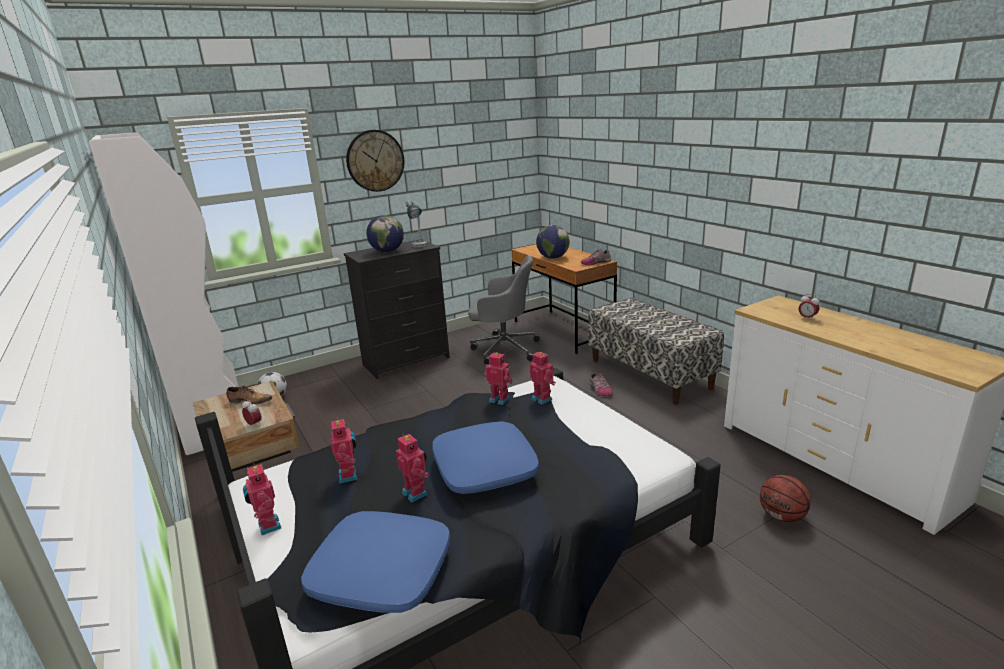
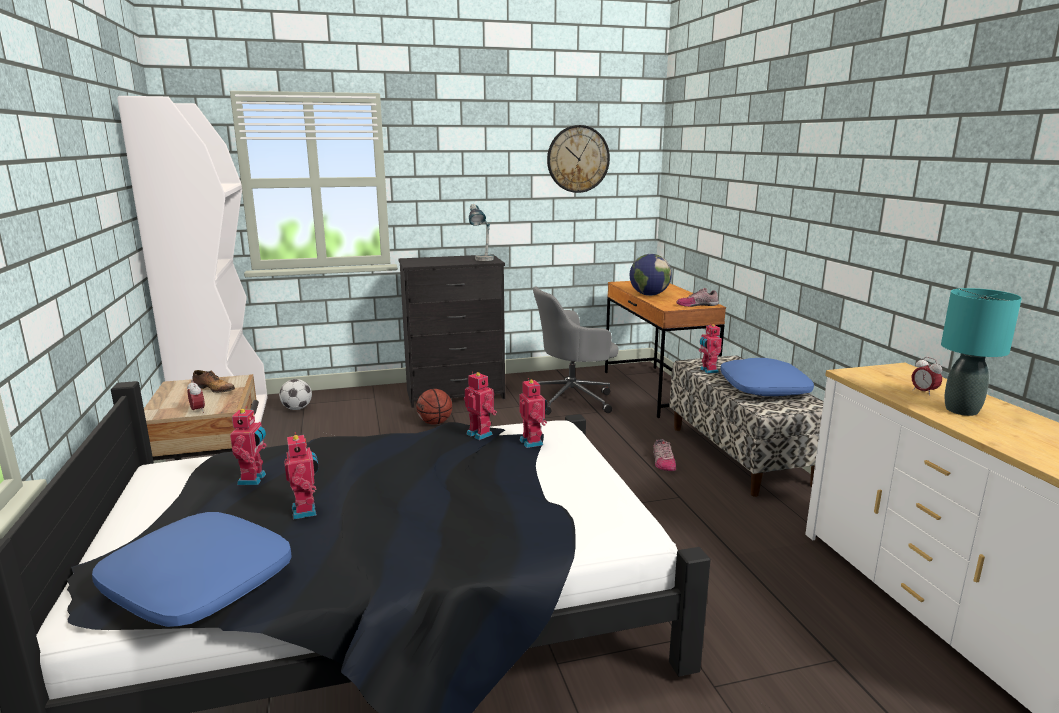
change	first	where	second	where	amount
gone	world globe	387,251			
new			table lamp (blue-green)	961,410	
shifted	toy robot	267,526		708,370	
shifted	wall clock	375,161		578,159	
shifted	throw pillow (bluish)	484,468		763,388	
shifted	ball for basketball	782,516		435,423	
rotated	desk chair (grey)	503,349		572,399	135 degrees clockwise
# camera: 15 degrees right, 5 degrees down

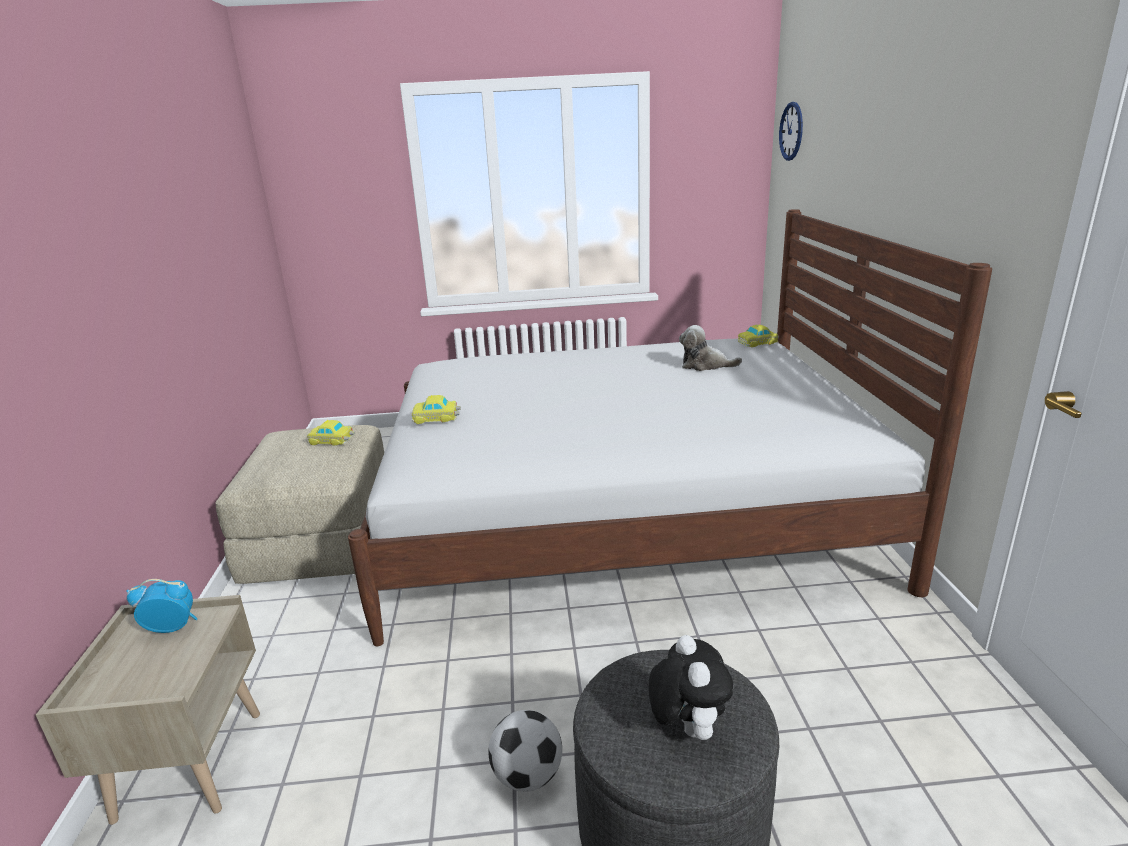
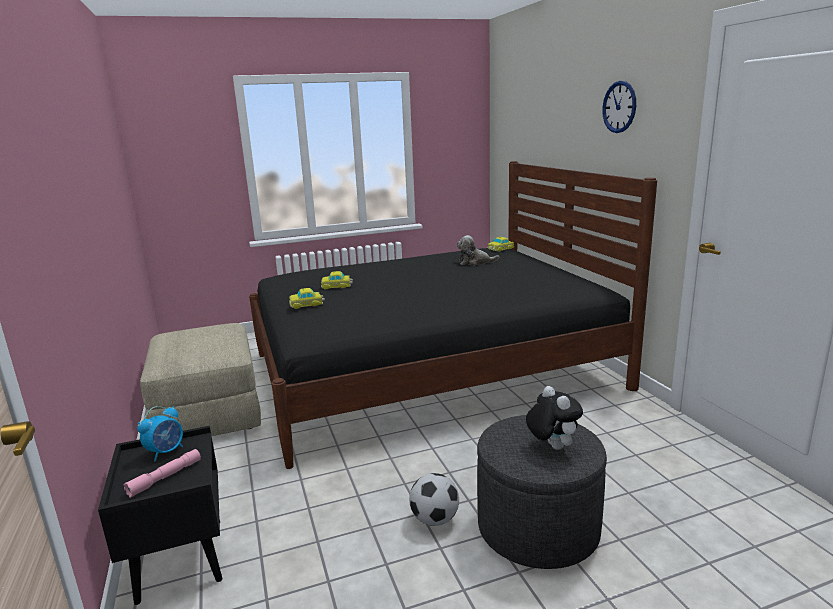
change	first	where	second	where	amount
new			torch (pink)	165,477	
shifted	miniature car	332,440		337,286	
shifted	wall clock	791,131		619,107	
repainted	nightstand (beige-coloured)	189,763	nightstand (black)	179,559	
repainted	bedroom bed (white)	621,515	bedroom bed (black)	429,371	
rotated	table clock	172,628		166,451	150 degrees clockwise
# camera: 15 degrees left, 5 degrees down

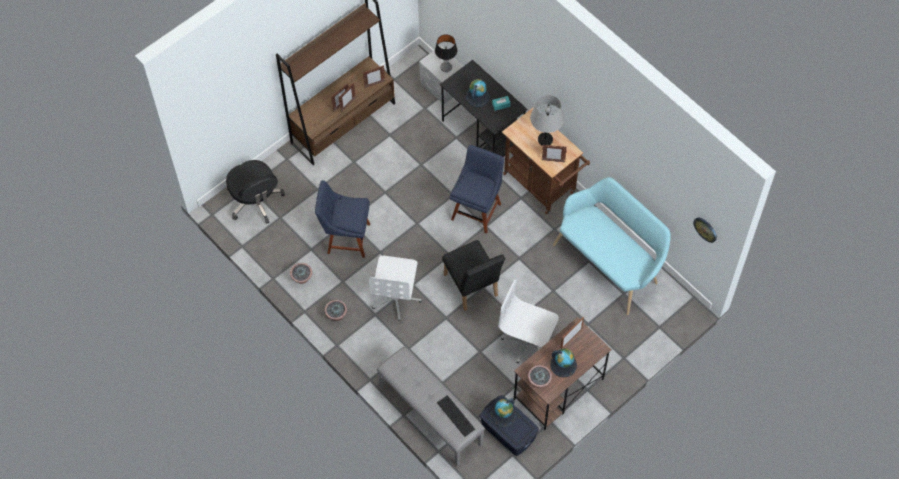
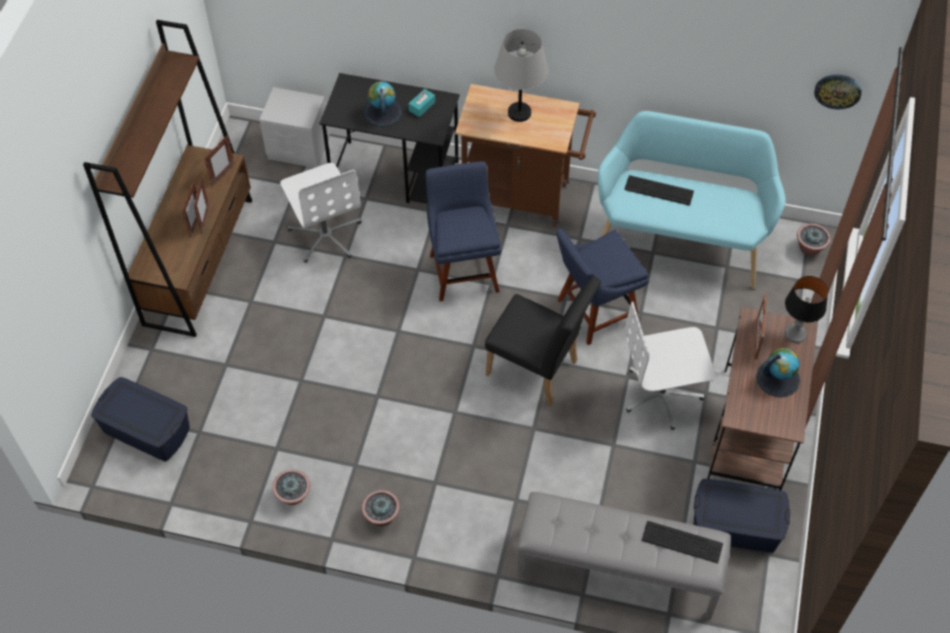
change	first	where	second	where	amount
gone	world globe	503,415			
gone	picture frame	553,161			
new			computer keyboard	659,190	
shifted	chair (bluish)	346,238		594,312	
shifted	desk chair (white)	396,298		326,235	
shifted	table lamp	446,67		795,334	
shifted	plant in a pot	539,381		809,248	
swapped	desk chair (black)	255,201	storage bin (bluish)	146,430	
# camera: 35 degrees left, 5 degrees down

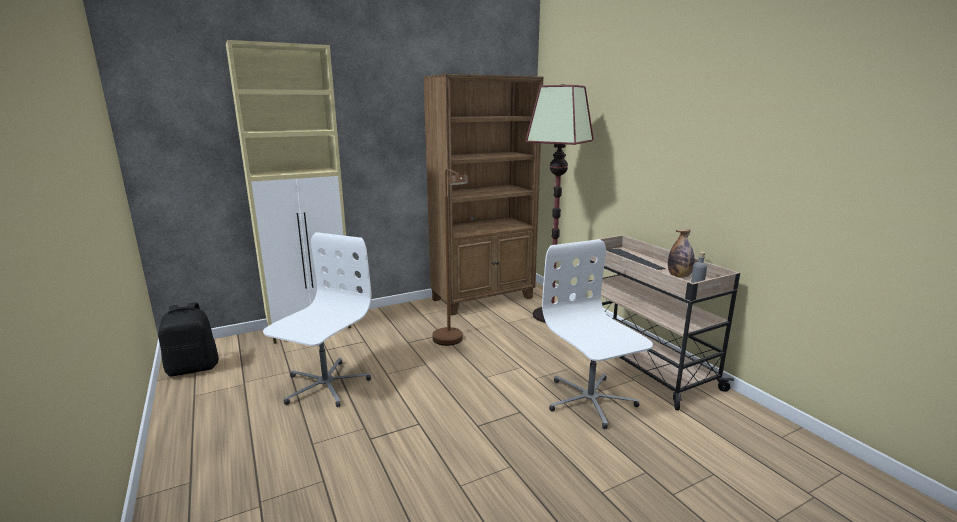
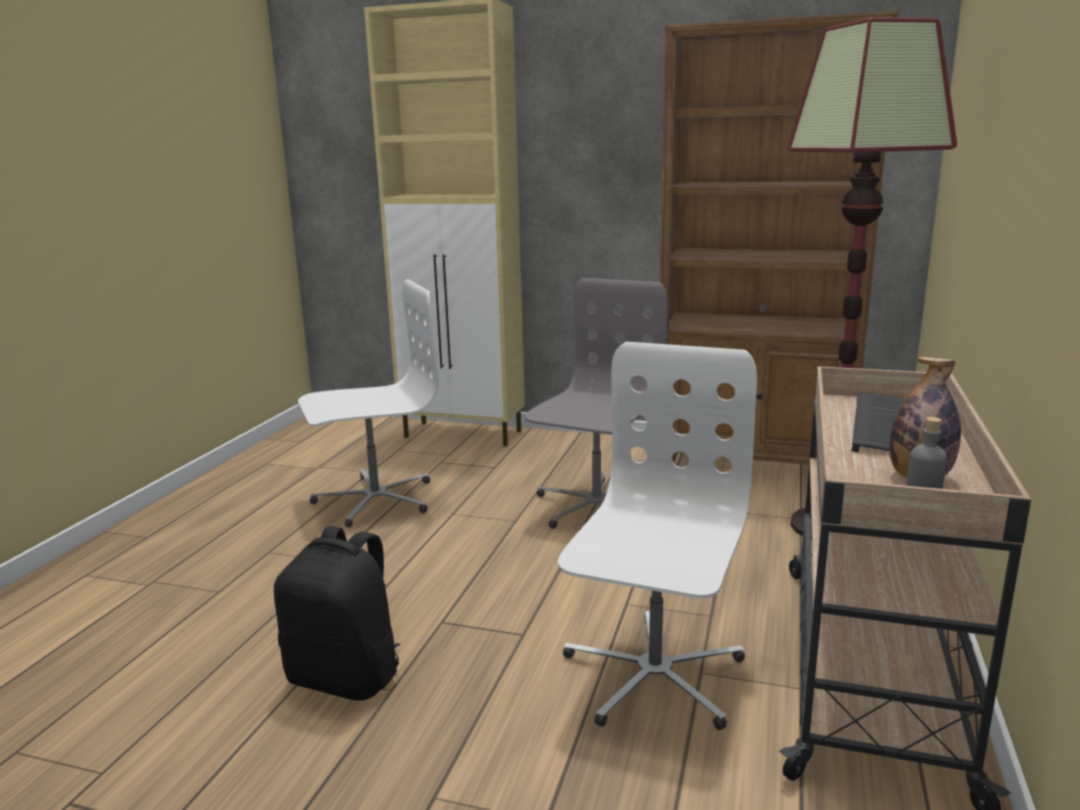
change	first	where	second	where	amount
shifted	backpack (black)	193,368		347,677	
swapped	standard lamp (brownish)	451,342	desk chair (grey)	595,507	
# camera: 45 degrees right, 0 degrees up

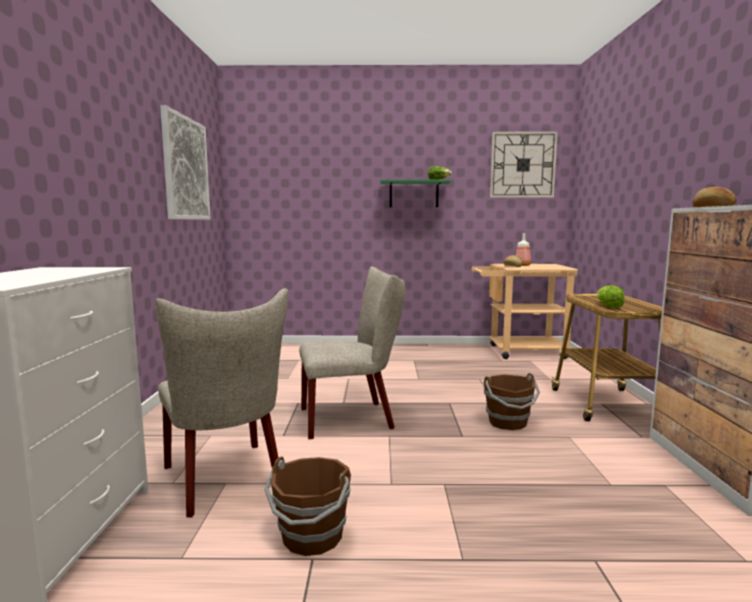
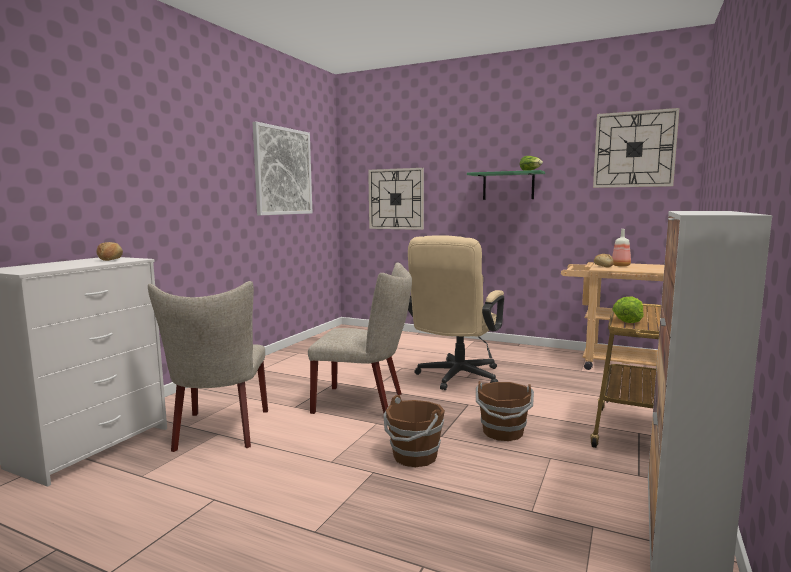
change	first	where	second	where	amount
new			wall clock	396,199	
new			desk chair (beige-coloured)	455,378	
shifted	water bucket (brownish)	312,537		414,456	
shifted	baked bread	713,207		110,260	
# camera: 25 degrees right, 0 degrees up

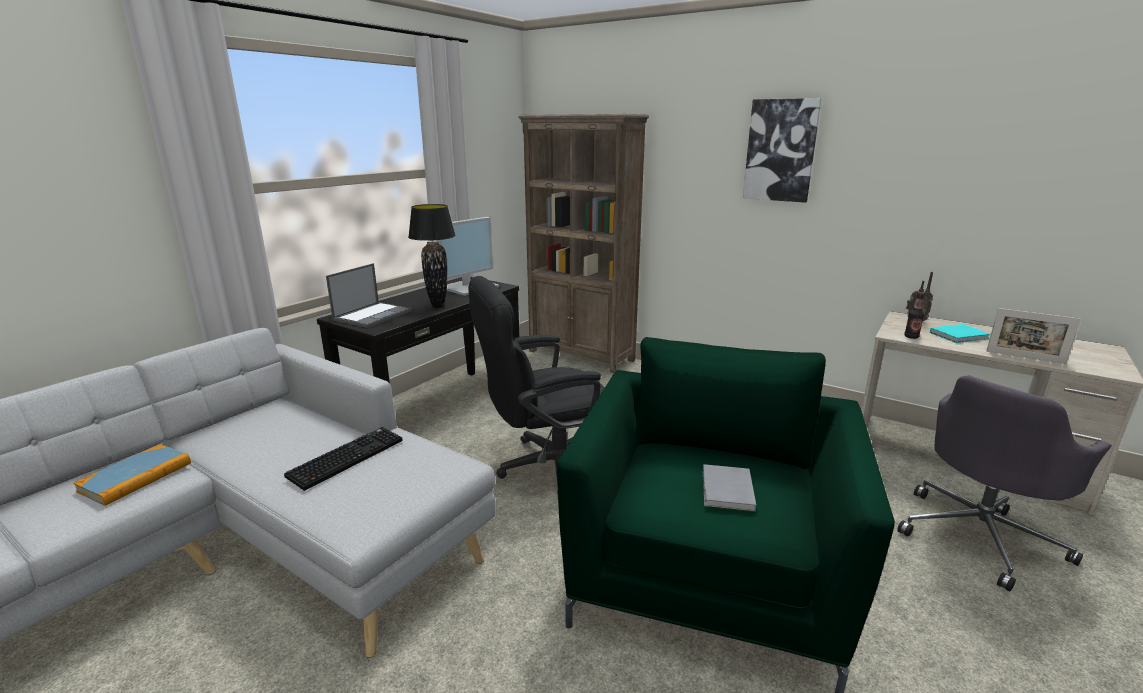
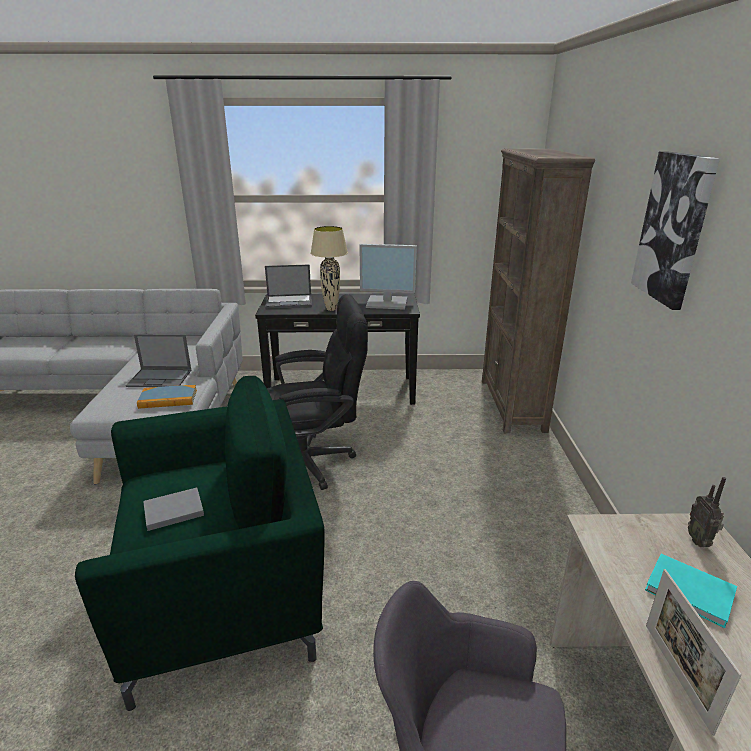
change	first	where	second	where	amount
gone	bottle	911,337			
shifted	bound book	136,477		168,399	
swapped	computer keyboard	347,457	portable computer	160,378	
repainted	table lamp (black)	437,306	table lamp (beige-coloured)	331,309	
rotated	desk chair (black)	546,467		314,461	135 degrees clockwise
# camera: 55 degrees right, 5 degrees up

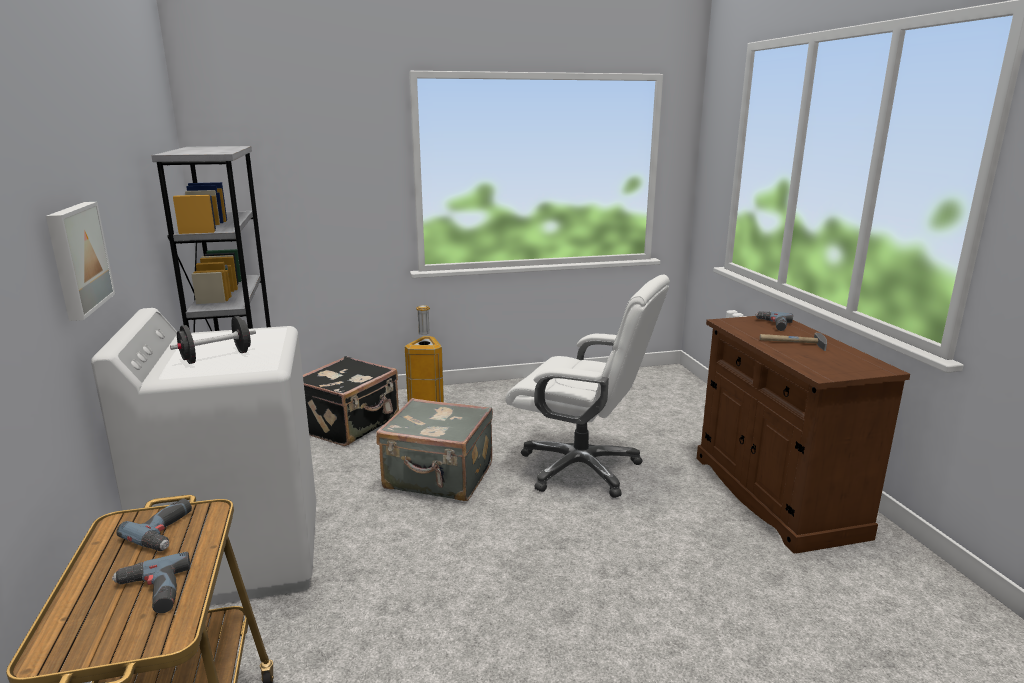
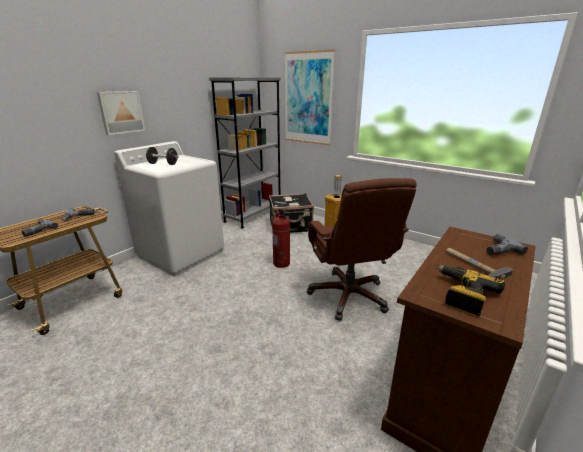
change	first	where	second	where	amount
new			wall art	308,98	
new			drill	462,295	
swapped	suitcase (grey)	439,477	fire-fighting cylinder	281,263	
repainted	desk chair (white)	581,468	desk chair (brownish)	349,296	
# camera: 50 degrees right, 5 degrees up

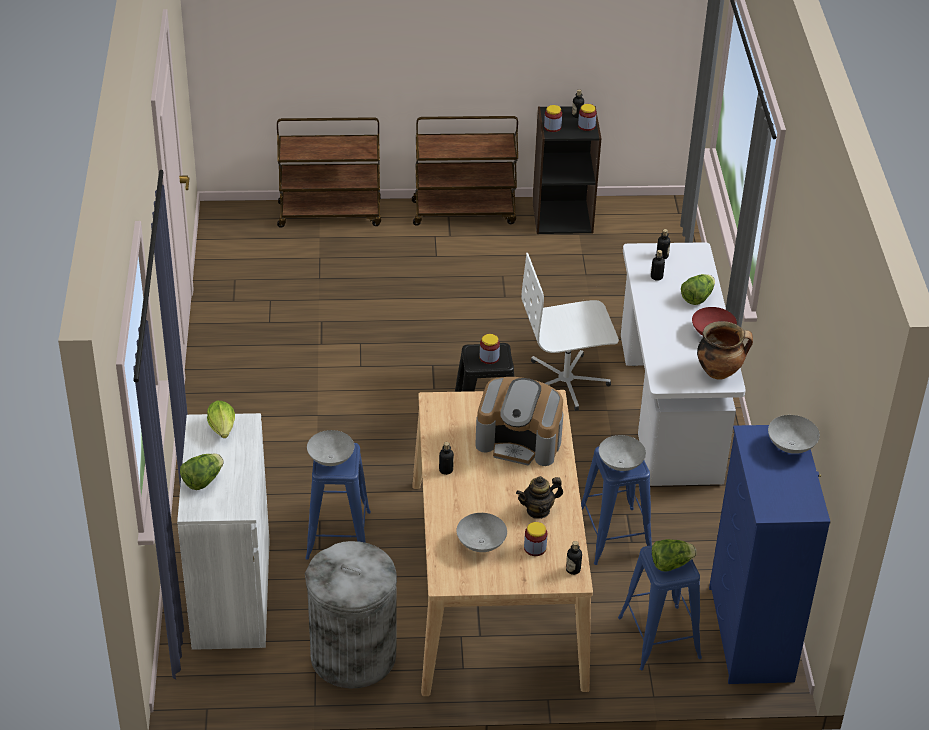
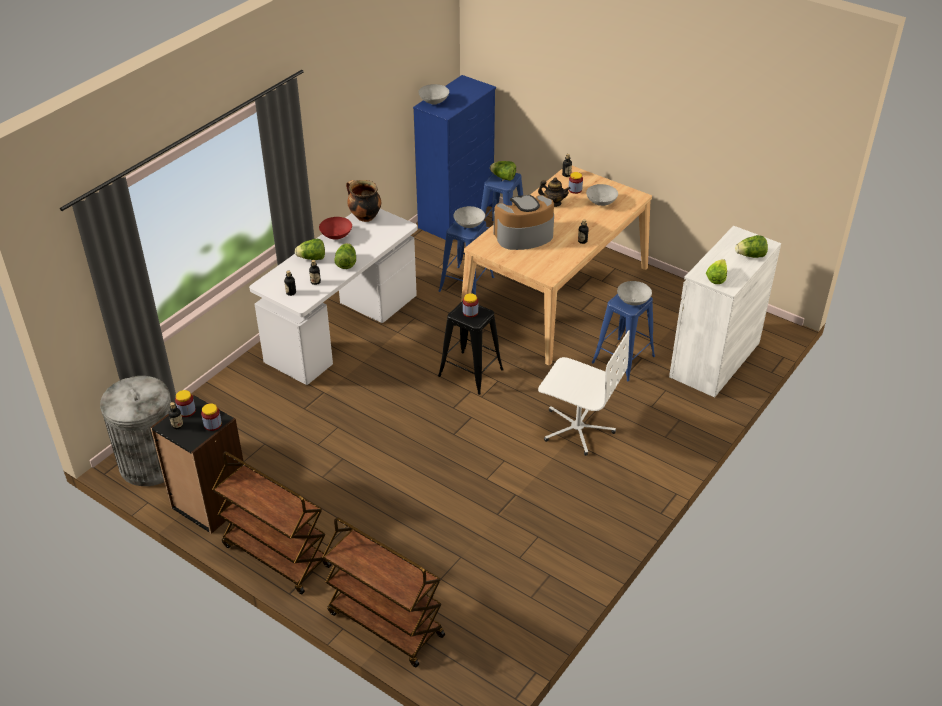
change	first	where	second	where	amount
new			head of lettuce	346,263	
shifted	rubbish bin (grey)	352,655		152,463	
shifted	desk chair (white)	566,382		577,428	
rotated	coffee machine	520,441		523,236	75 degrees counterclockwise
# camera: 140 degrees left, 0 degrees up

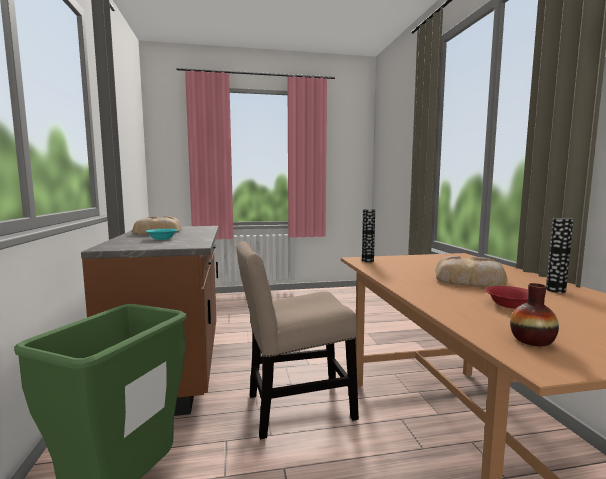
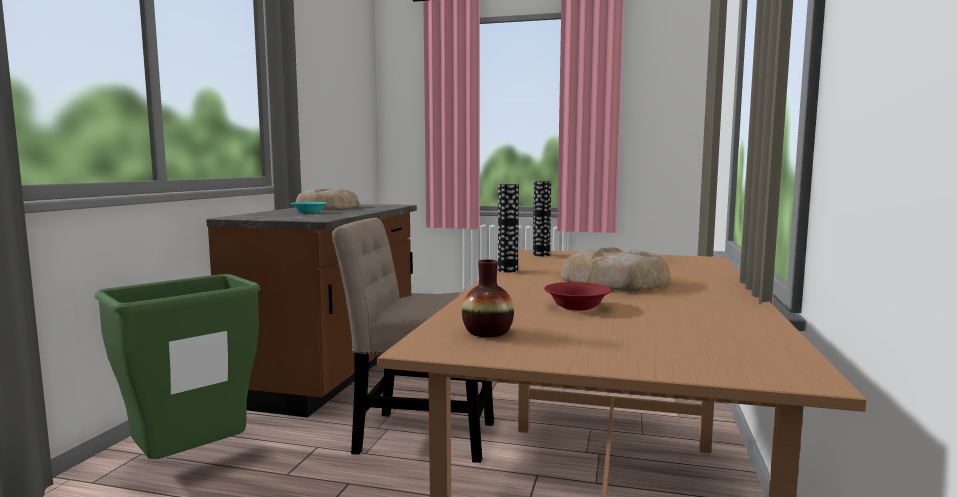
change	first	where	second	where	amount
shifted	flower vase	555,290		508,270	
# camera: 25 degrees right, 0 degrees up

